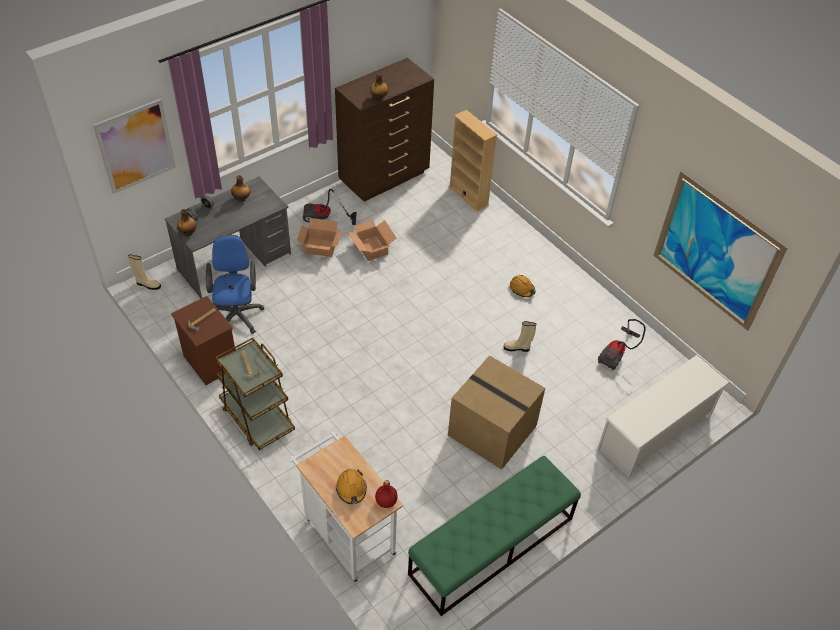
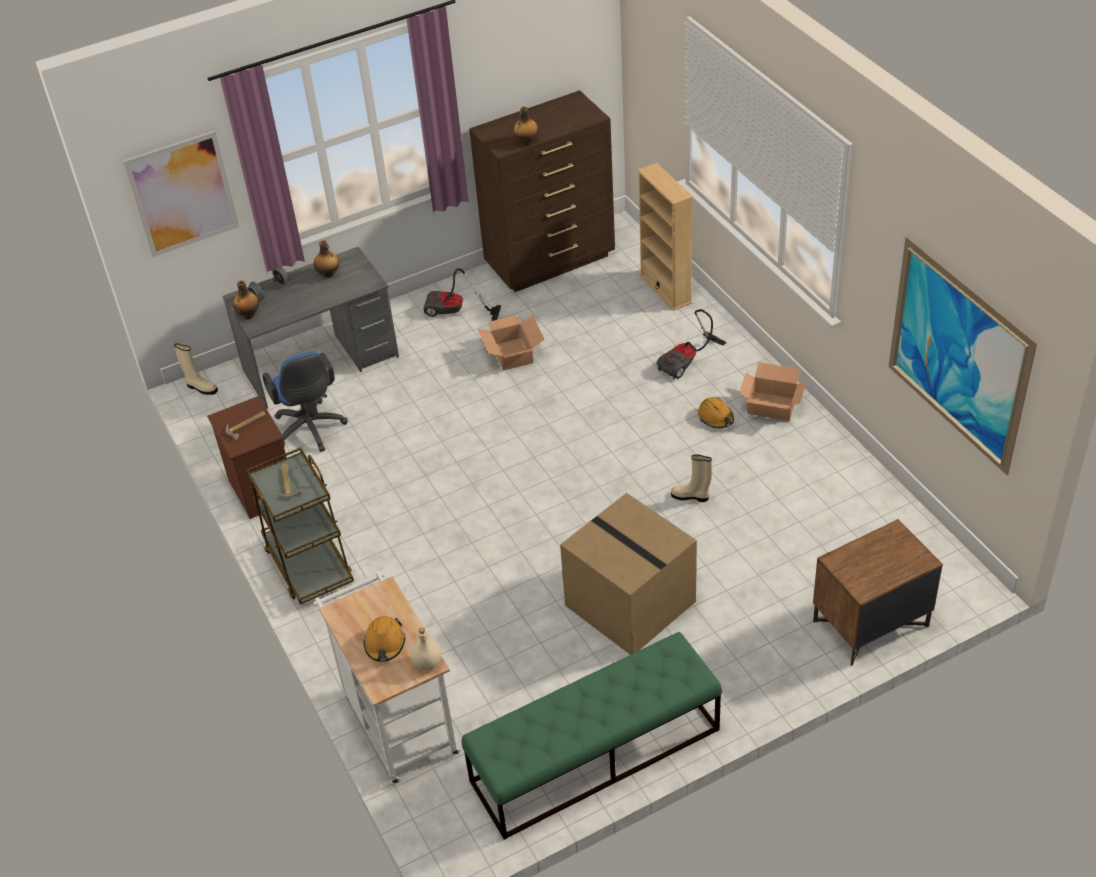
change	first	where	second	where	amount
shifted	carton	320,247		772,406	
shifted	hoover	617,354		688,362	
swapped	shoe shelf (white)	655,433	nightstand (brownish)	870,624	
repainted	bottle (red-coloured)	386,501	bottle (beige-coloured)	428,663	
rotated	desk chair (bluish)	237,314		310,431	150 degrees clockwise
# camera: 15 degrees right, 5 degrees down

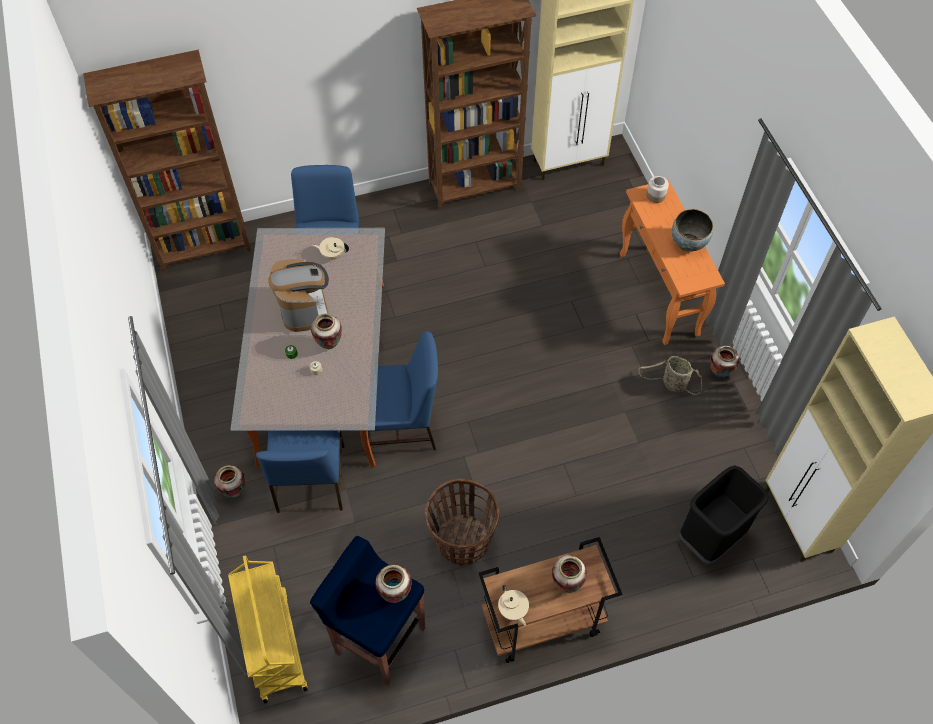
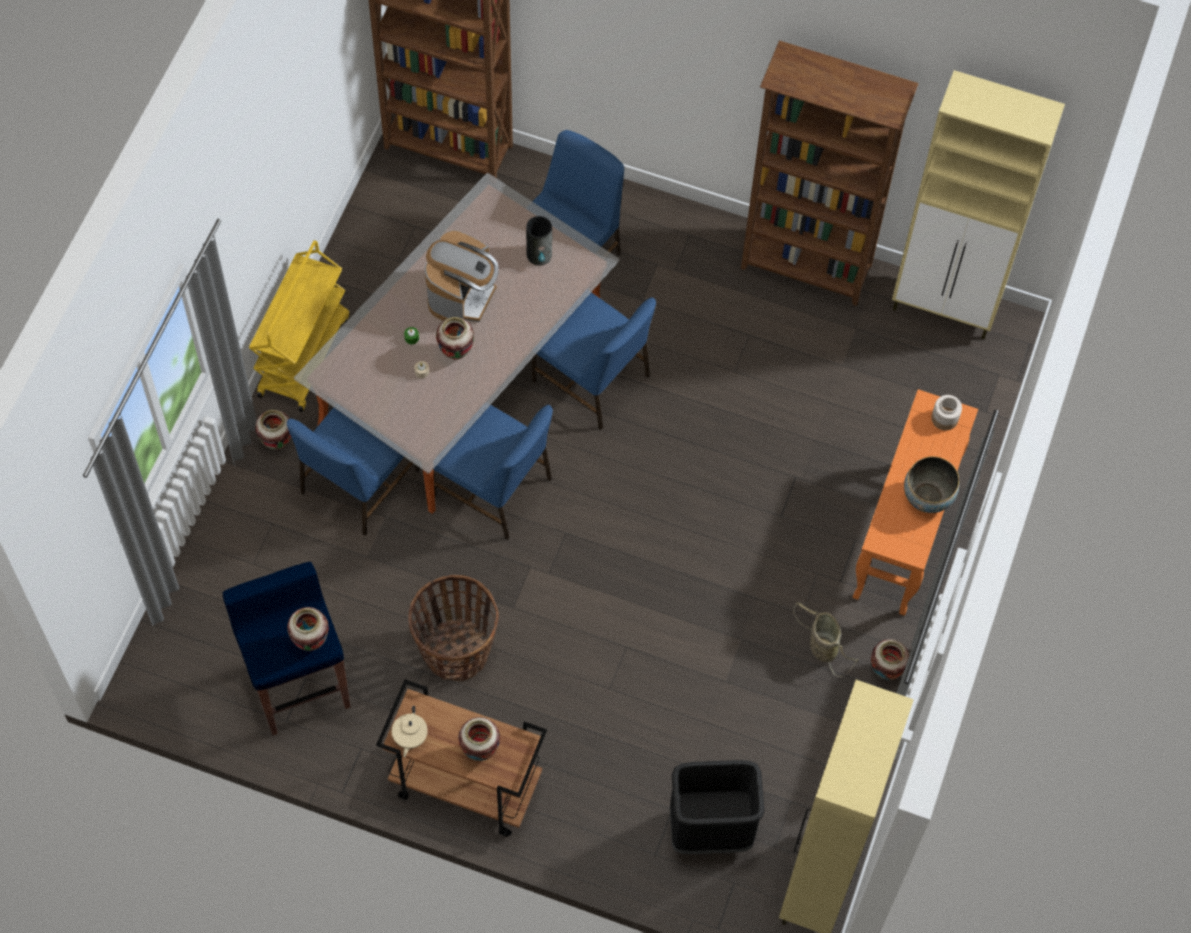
change	first	where	second	where	amount
new			chair (bluish)	592,380	
shifted	wheeled cart (yellow)	274,644		303,355	
swapped	tea pot (beige-coloured)	332,254	flower vase	539,255	
# camera: 35 degrees right, 5 degrees up

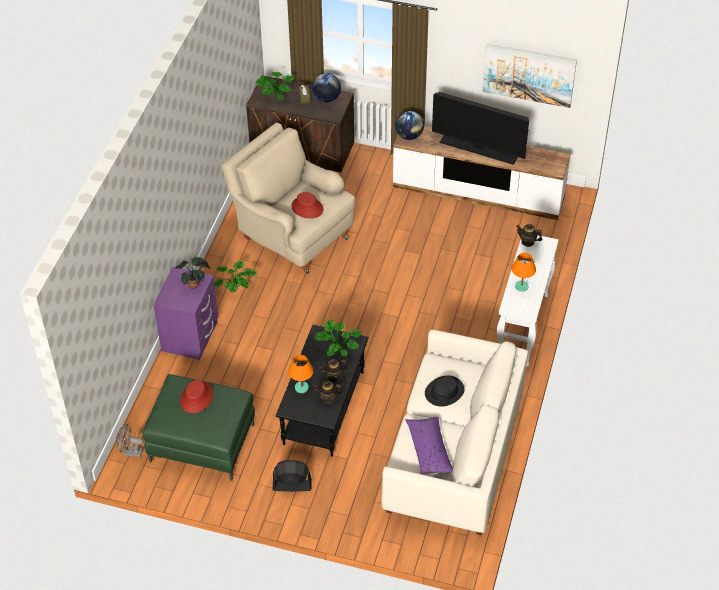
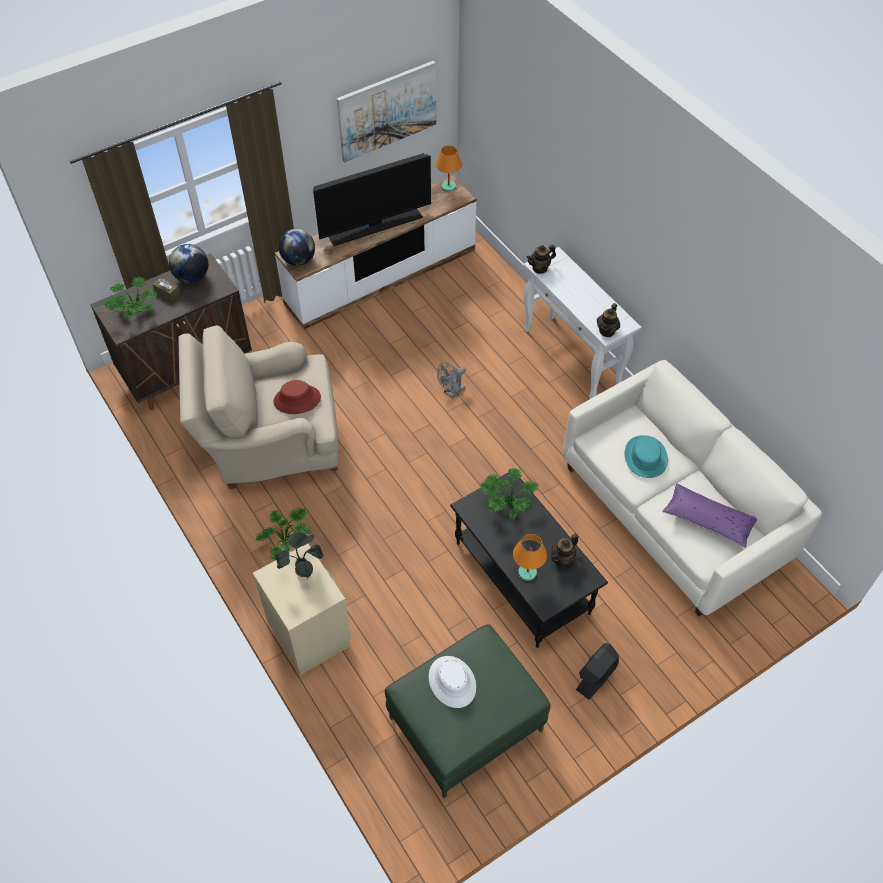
change	first	where	second	where	amount
shifted	cooling fan (grey)	130,452		452,392	
shifted	tea pot	334,376		607,331	
shifted	table lamp (orangey)	522,286		448,186	
repainted	nightstand (purplish)	191,336	nightstand (beige-coloured)	310,632	
repainted	wearable hat (red-coloured)	197,397	wearable hat (white)	452,682	
repainted	wearable hat (black)	444,391	wearable hat (blue-green)	645,457	
# camera: 50 degrees left, 5 degrees up

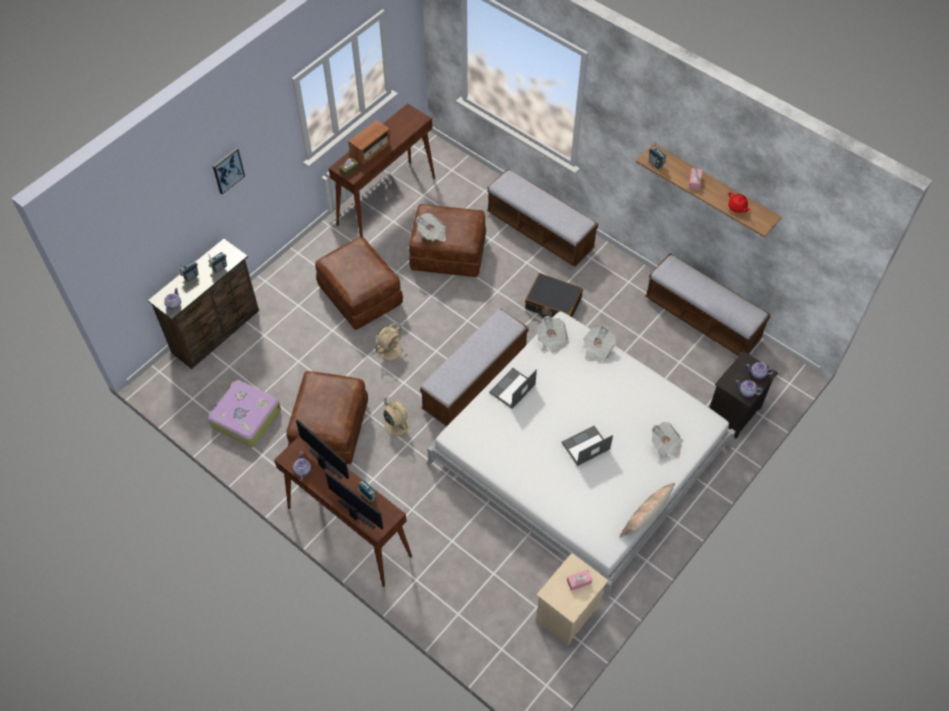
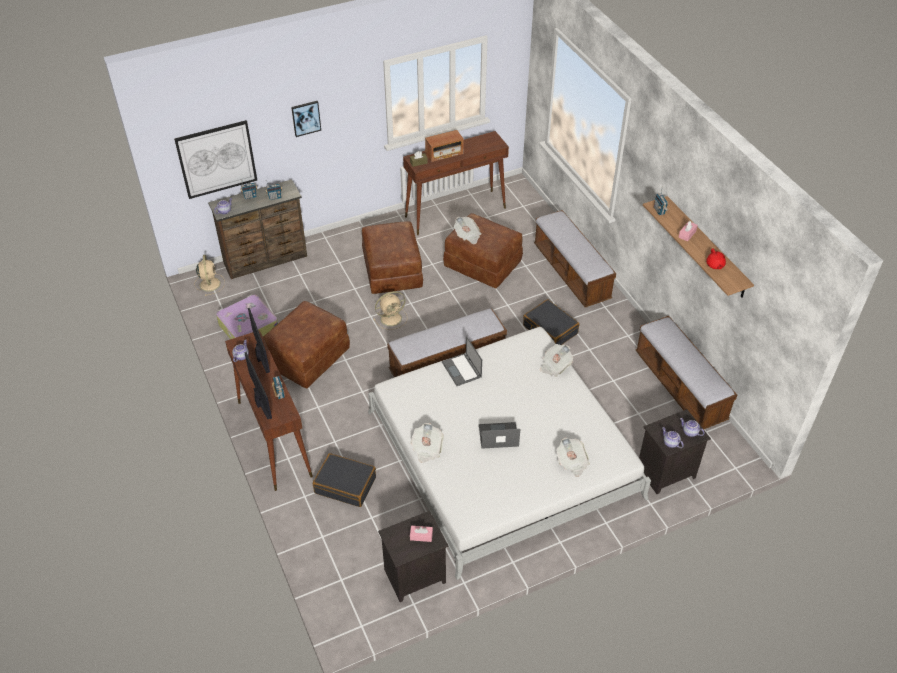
change	first	where	second	where	amount
gone	throw pillow	646,516			
new			wall art	216,159	
new			suitcase (black)	345,485	
shifted	cooling fan (beige-coloured)	396,424		210,283	
shifted	newspaper	552,340		427,449	
repainted	nightstand (beige-coloured)	567,616	nightstand (black)	414,577	
rotated	portable computer	512,389		462,370	90 degrees counterclockwise
# camera: 25 degrees right, 10 degrees down

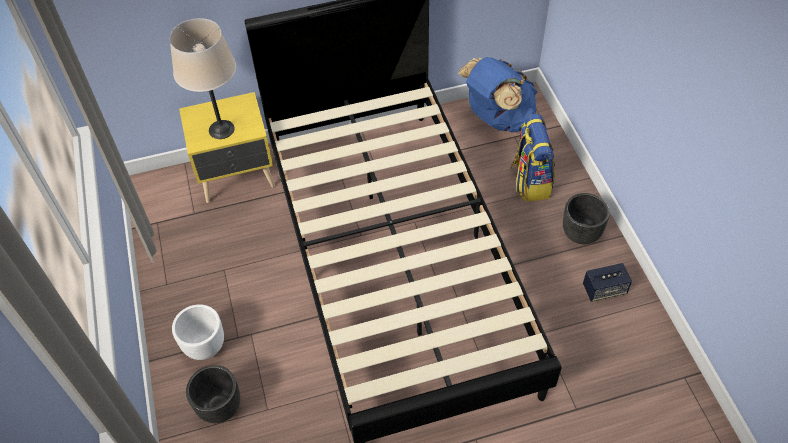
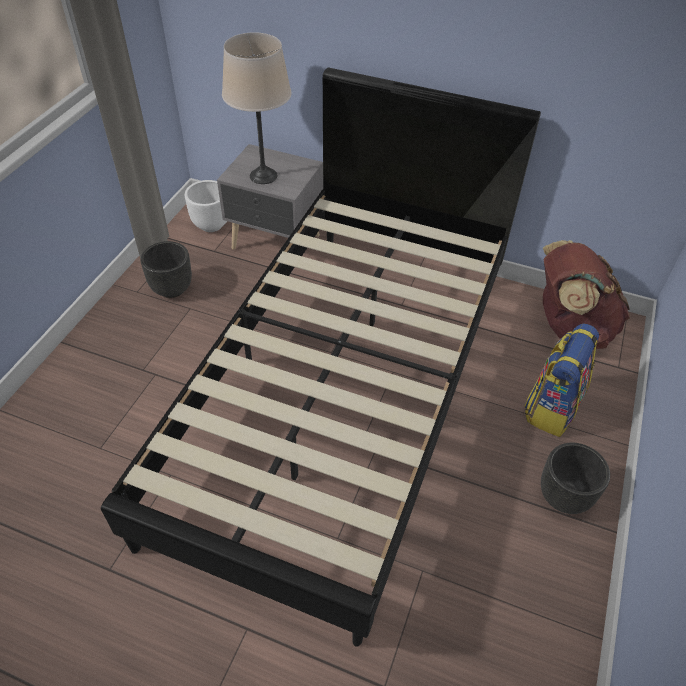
change	first	where	second	where	amount
gone	loudspeaker	604,289			
shifted	flower pot (white)	205,346		211,224	
shifted	flower pot (black)	220,407		172,289	
repainted	nightstand (yellow)	238,177	nightstand (grey)	276,243	
repainted	backpack (bluish)	497,118	backpack (brownish)	569,327	
# camera: 35 degrees right, 5 degrees down

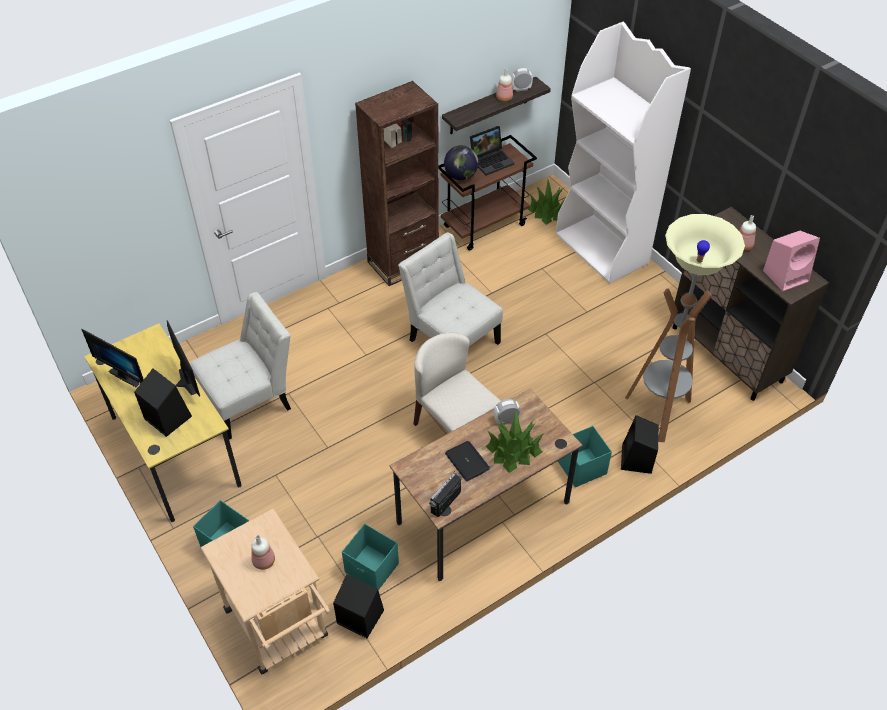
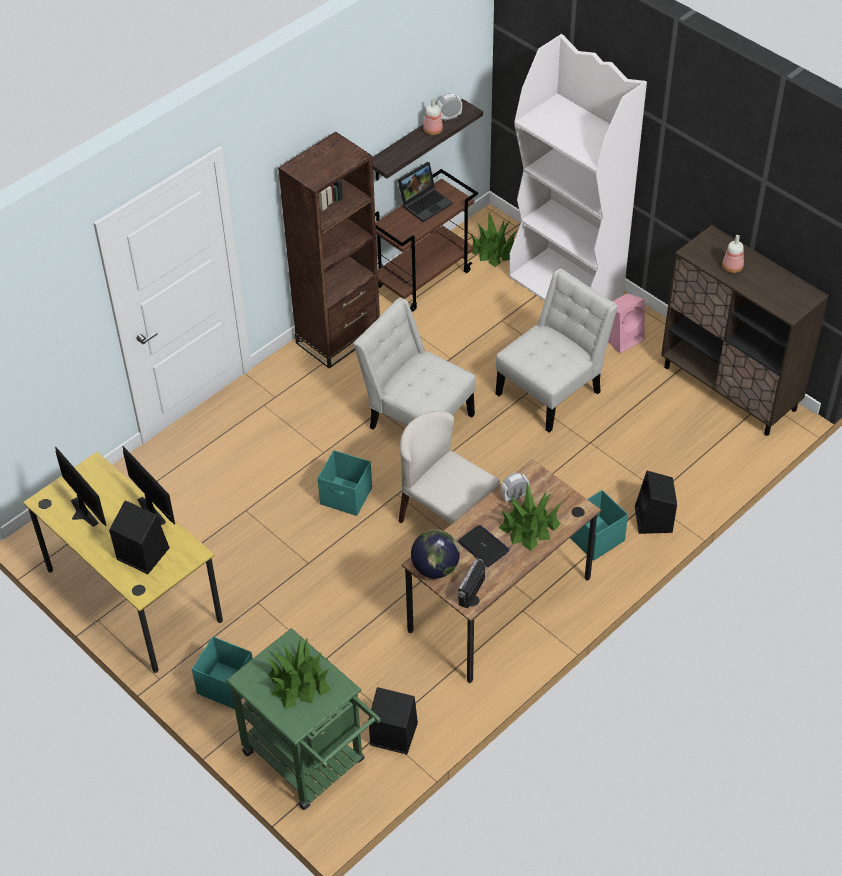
change	first	where	second	where	amount
gone	standard lamp	659,412			
shifted	chair (white)	250,400		552,390	
shifted	storage bin (blue-green)	372,569		346,497	
shifted	world globe	461,176		435,568	
shifted	loudspeaker (pink)	786,275		622,337	
swapped	bottle	264,562	plant in a pot	298,682	
repainted	wheeled cart (beige-coloured)	280,629	wheeled cart (green)	311,762	
rotated	monitor	127,374		80,514	150 degrees counterclockwise
# camera: 10 degrees left, 0 degrees up

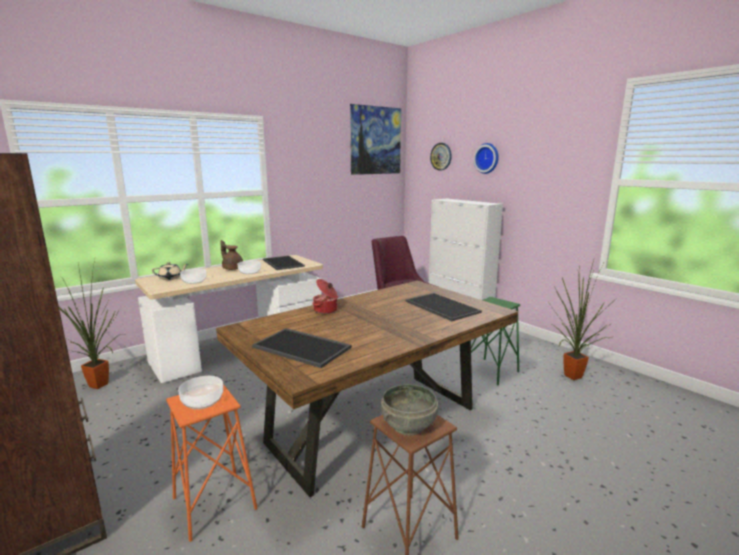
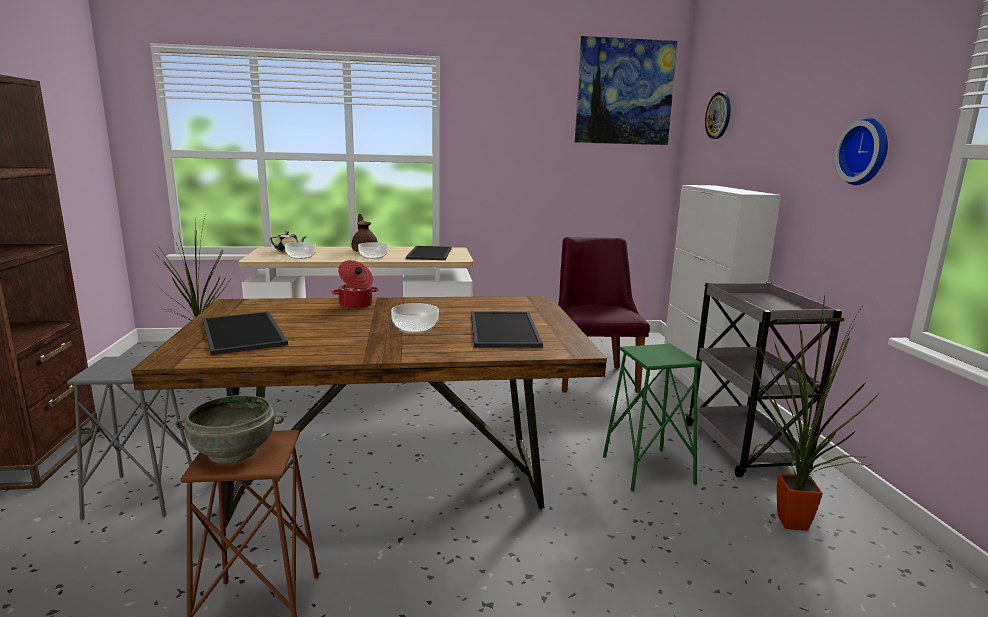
change	first	where	second	where	amount
new			wheeled cart (grey)	744,449	
shifted	bowl	202,401		415,328	
shifted	wall clock	487,158		866,151	
repainted	stool (orangey)	214,503	stool (grey)	141,495	
# camera: 30 degrees right, 0 degrees up

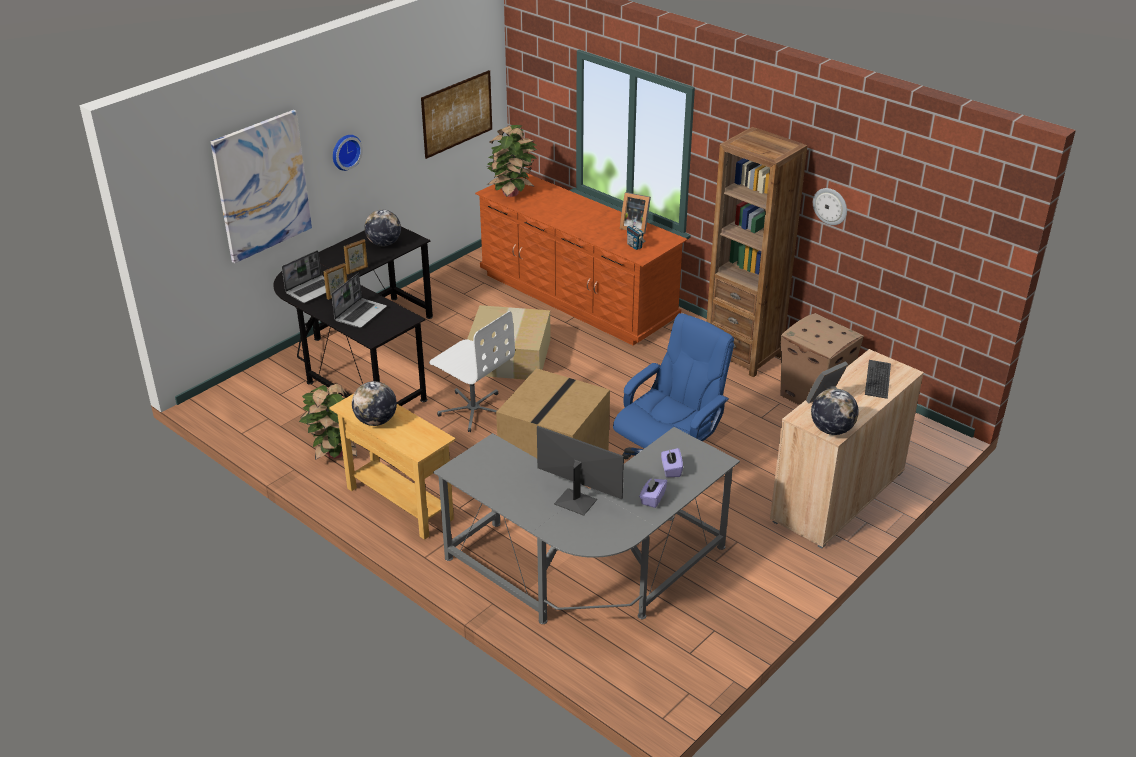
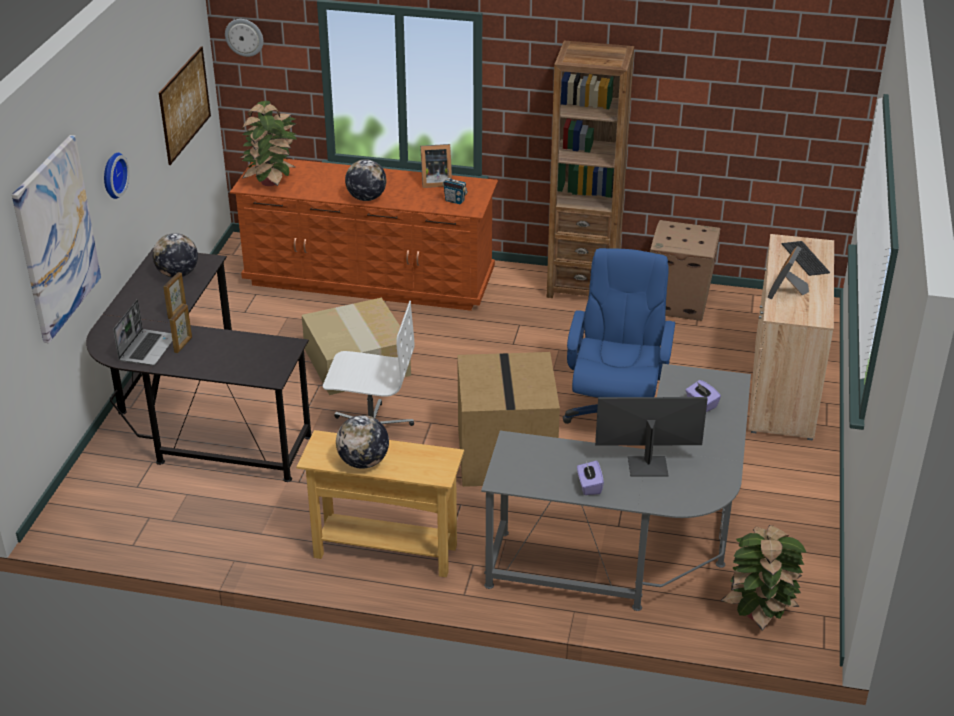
change	first	where	second	where	amount
gone	portable computer	360,314			
shifted	plant in a pot	334,454		757,615	
shifted	tissue holder (purplish)	652,499		589,486	
shifted	world globe	831,430		366,198	
shifted	wall clock	830,206		244,37	
# camera: 30 degrees left, 0 degrees up

